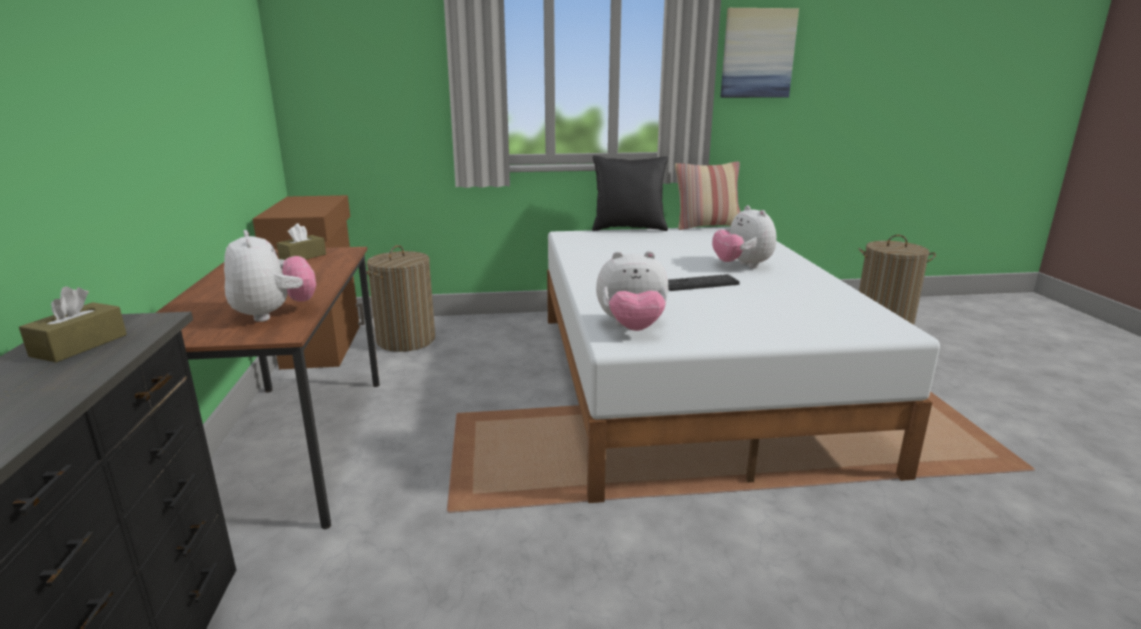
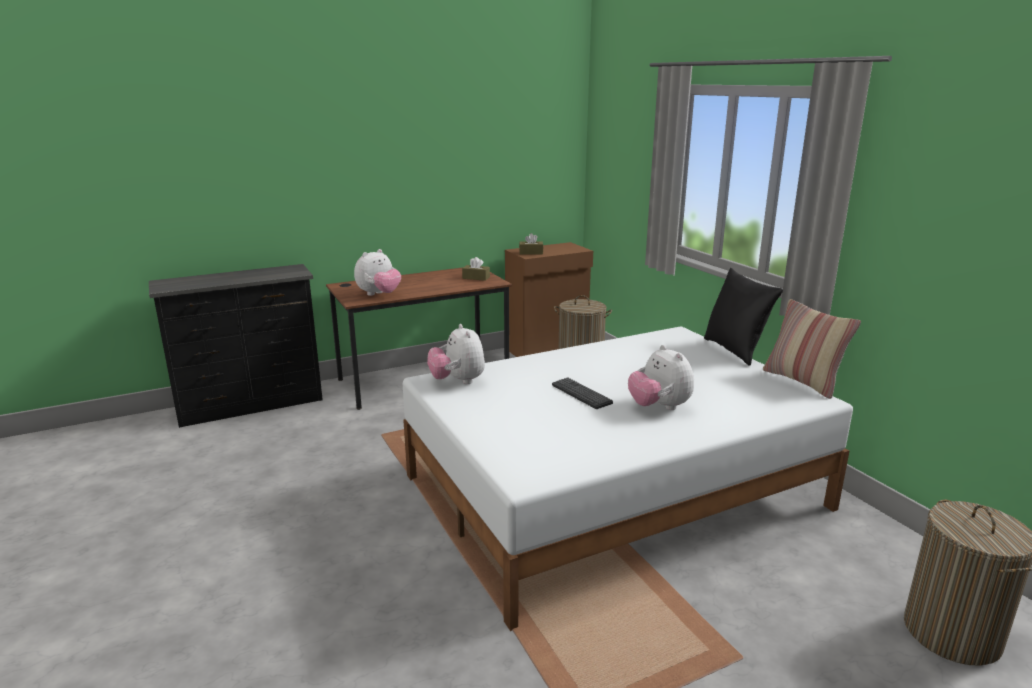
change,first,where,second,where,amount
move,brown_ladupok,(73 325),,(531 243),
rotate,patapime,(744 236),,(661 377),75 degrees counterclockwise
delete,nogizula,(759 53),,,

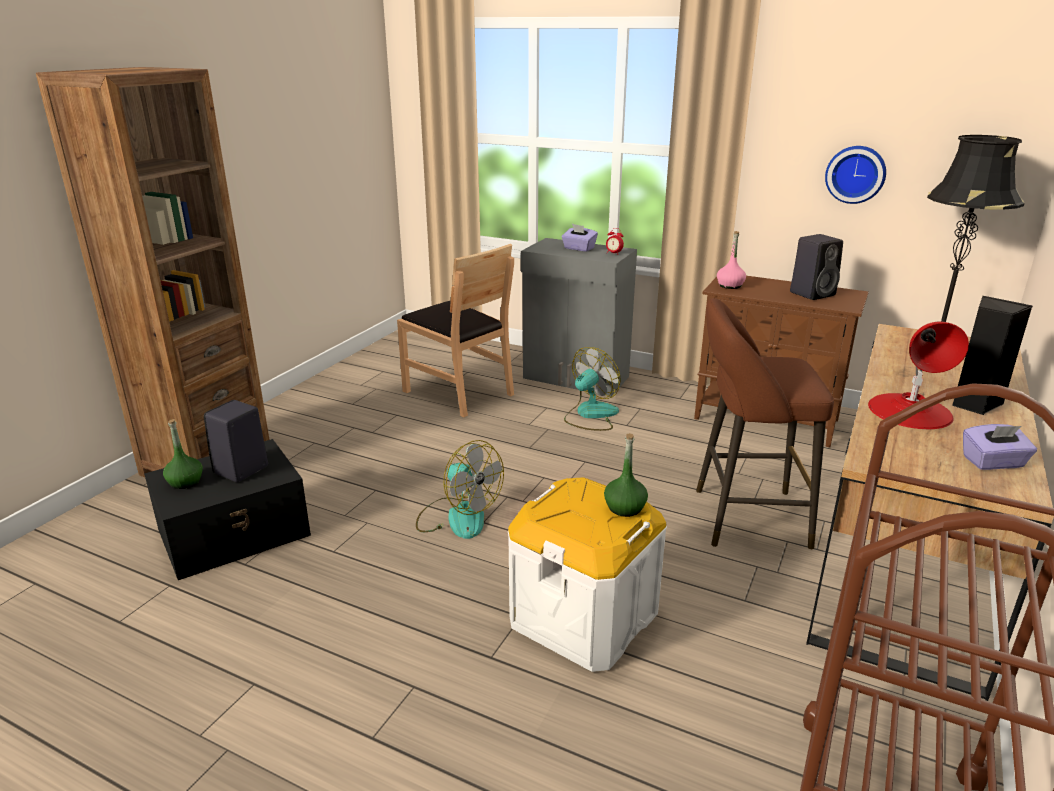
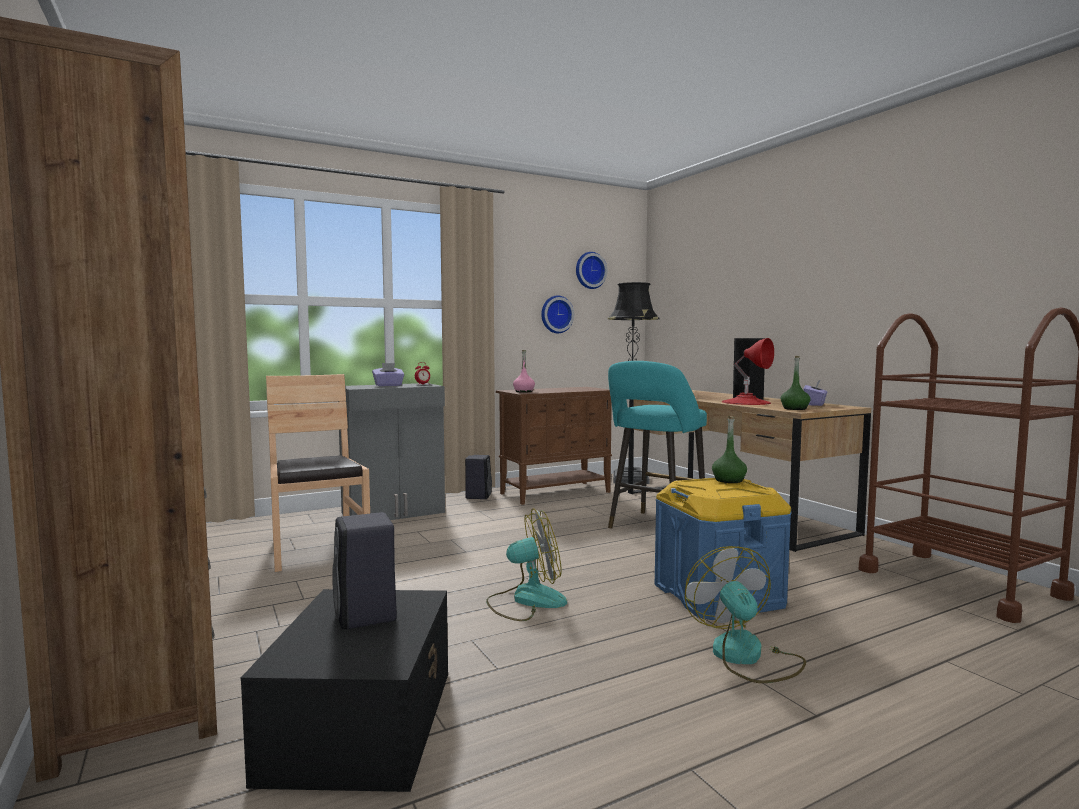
change,first,where,second,where,amount
move,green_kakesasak,(183 454),,(796 383),
rotate,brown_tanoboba,(455 330),,(318 473),105 degrees counterclockwise
recolor,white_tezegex,(587 574),blue_tezegex,(723 549),
move,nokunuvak,(592 389),,(745 614),
recolor,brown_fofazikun,(765 423),turquoise_fofazikun,(657 444),
move,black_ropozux,(816 267),,(478 477),
insert,,,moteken,(591 270),

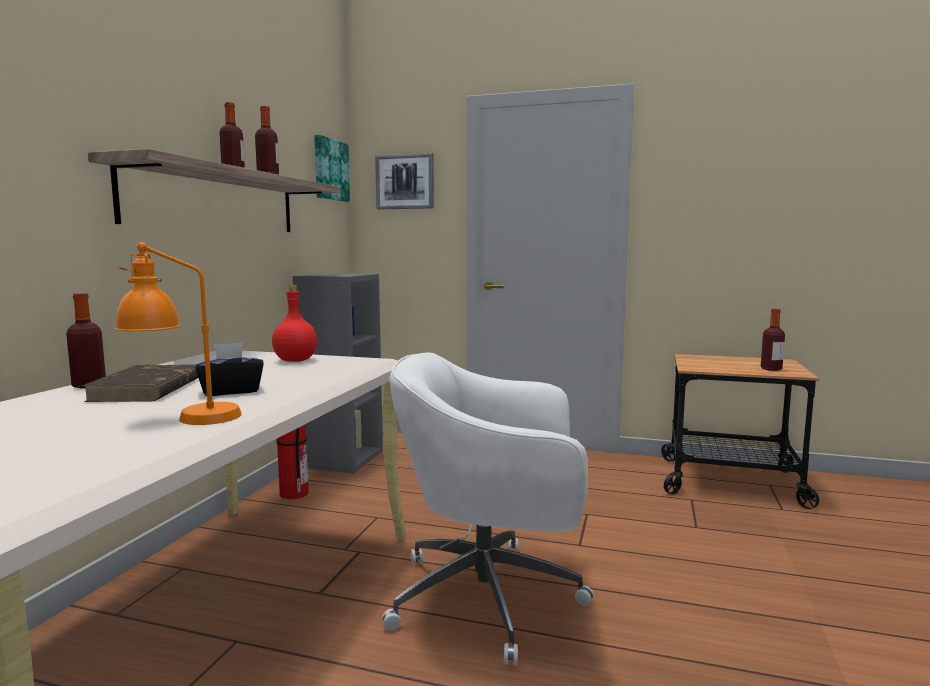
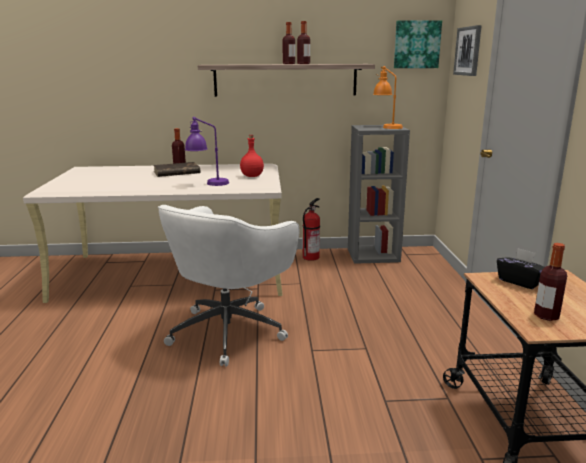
change,first,where,second,where,amount
move,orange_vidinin,(178 333),,(388 97),
move,black_ladupok,(229 369),,(520 268),
rotate,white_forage,(488 508),,(228 285),135 degrees counterclockwise
insert,,,purple_vidinin,(207 151),

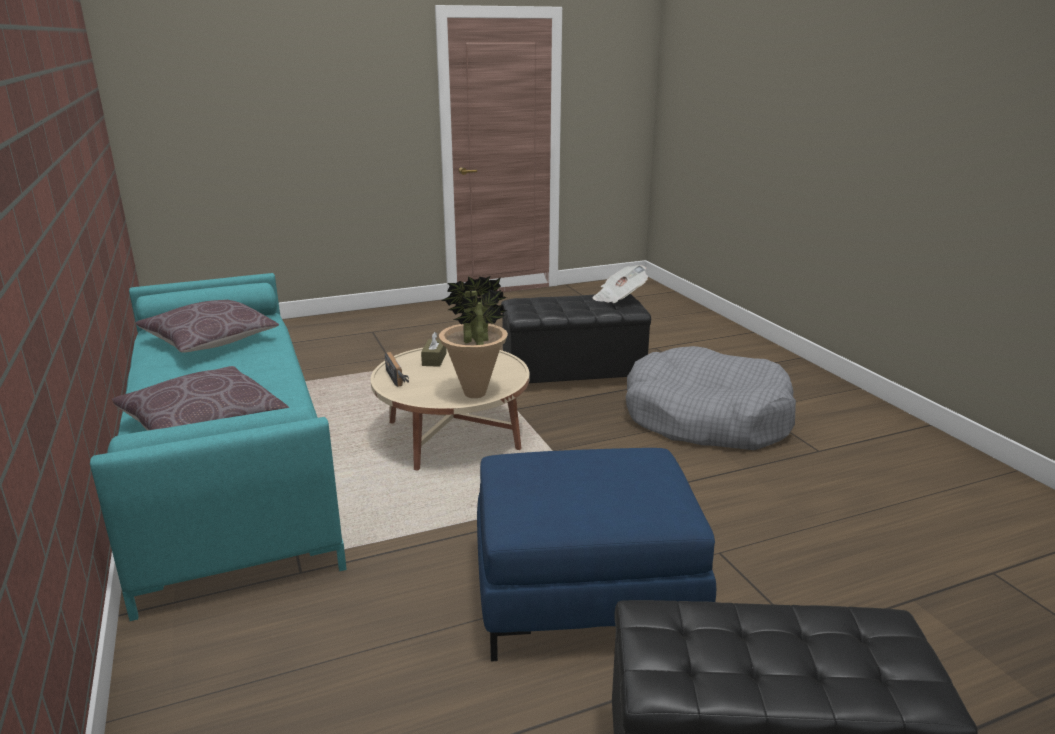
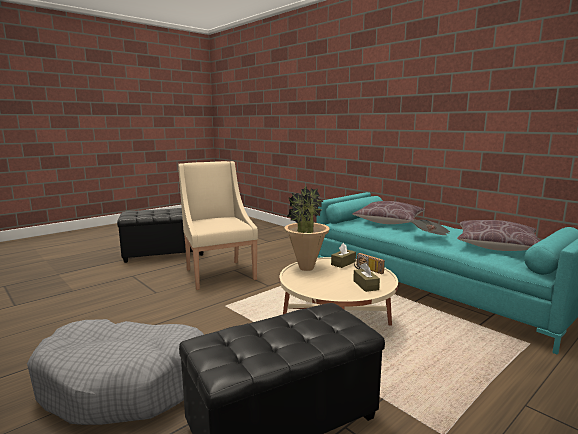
change,first,where,second,where,amount
replace,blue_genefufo,(596 555),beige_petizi,(218 225),
move,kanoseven,(620 284),,(430 227),
insert,,,brown_ladupok,(343 255),

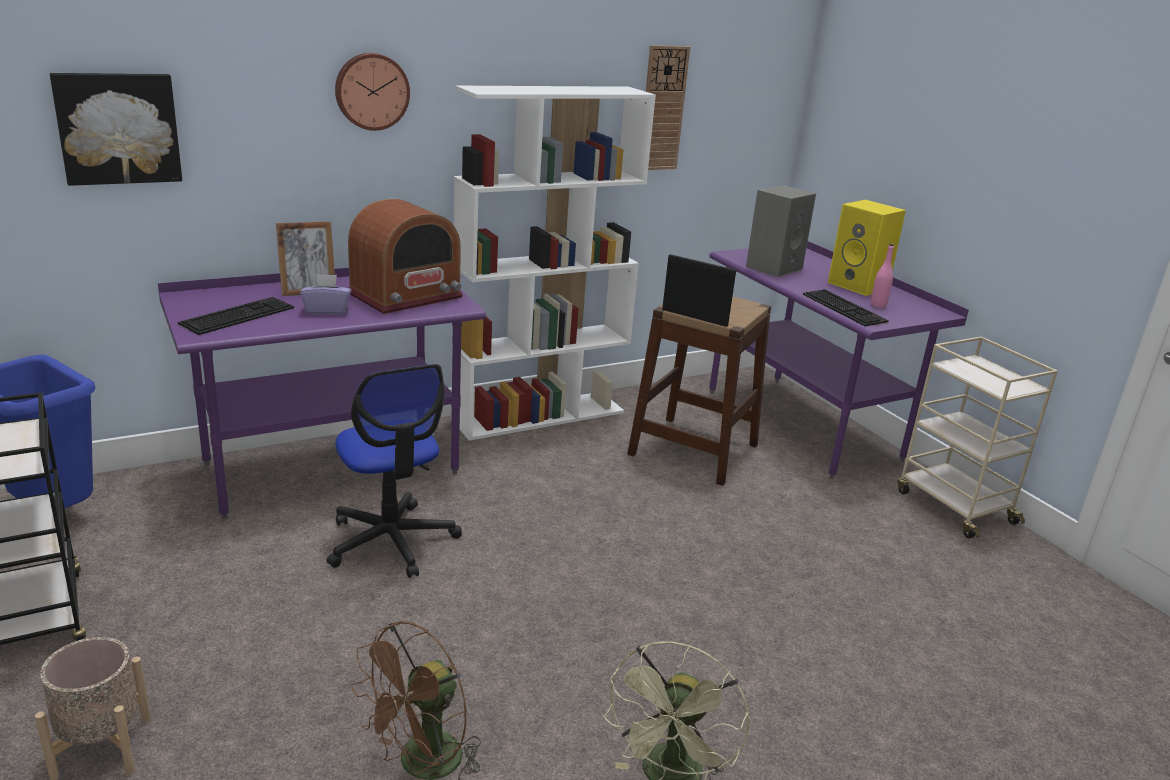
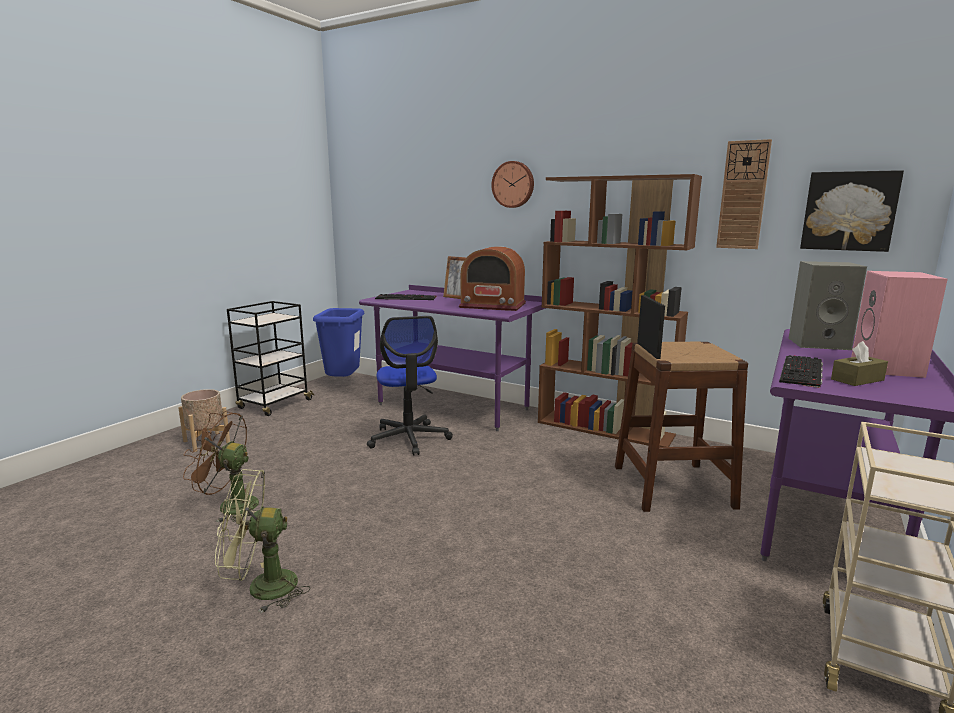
change,first,where,second,where,amount
move,nogizula,(116 129),,(852 211),
delete,purple_ladupok,(326 294),,,
rotate,forage,(394 471),,(410 386),45 degrees counterclockwise
recolor,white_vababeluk,(553 263),brown_vababeluk,(620 310),
recolor,yellow_ropozux,(867 248),pink_ropozux,(899 324),
replace,pink_kakesasak,(882 276),brown_ladupok,(859 363),

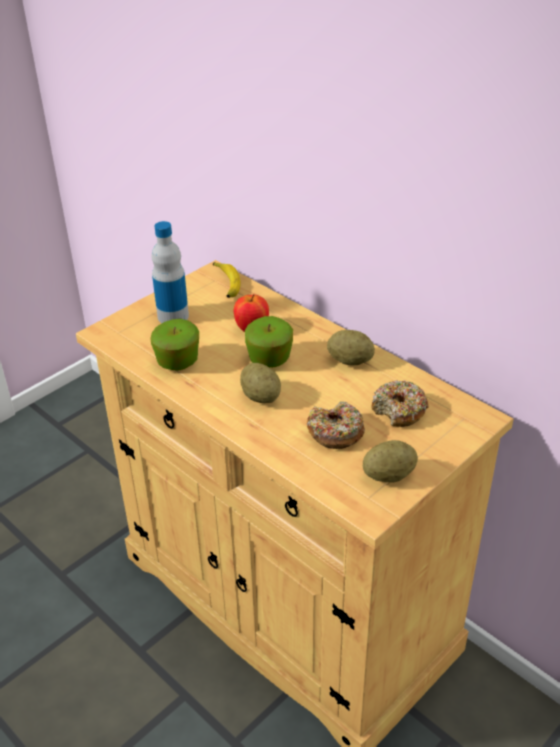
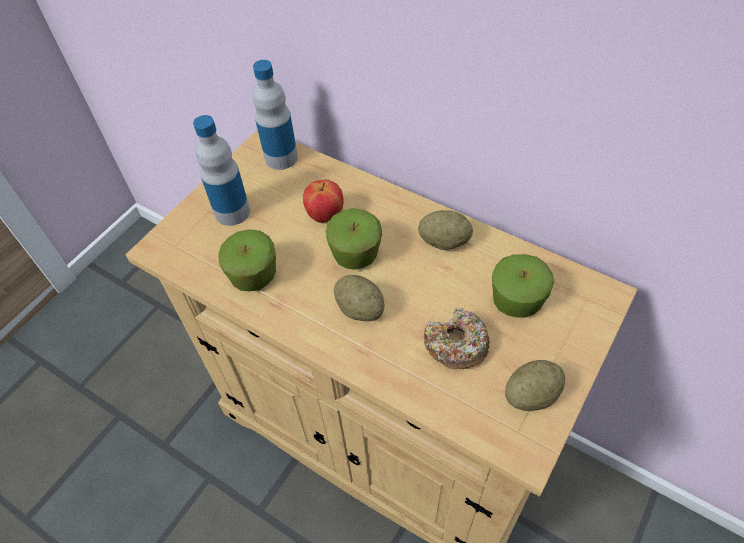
change,first,where,second,where,amount
replace,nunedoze,(226 280),kakesasak,(275 115),
replace,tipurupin,(400 403),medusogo,(523 285),

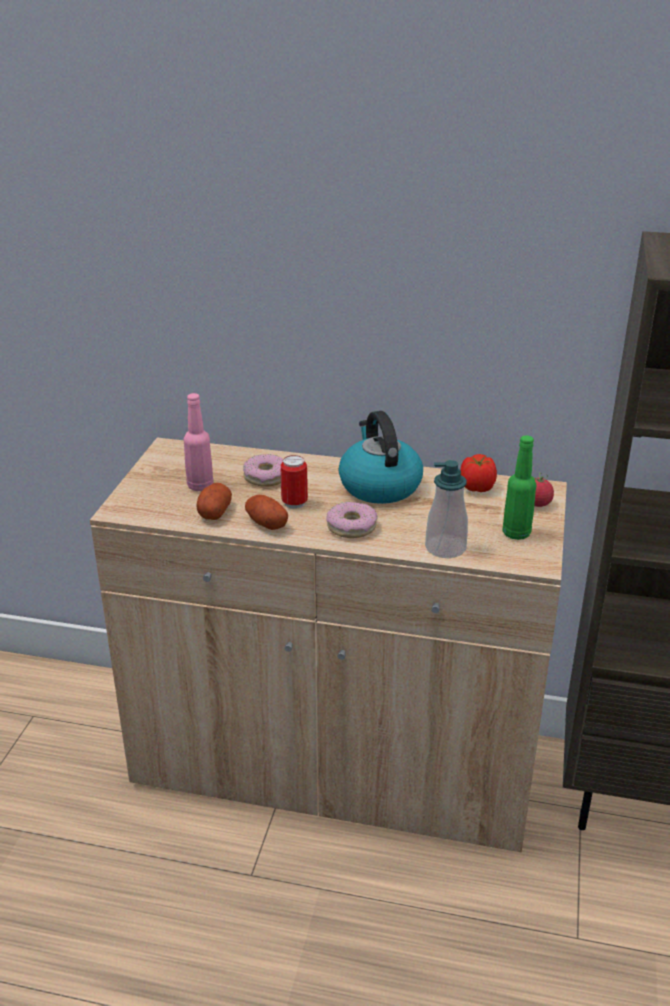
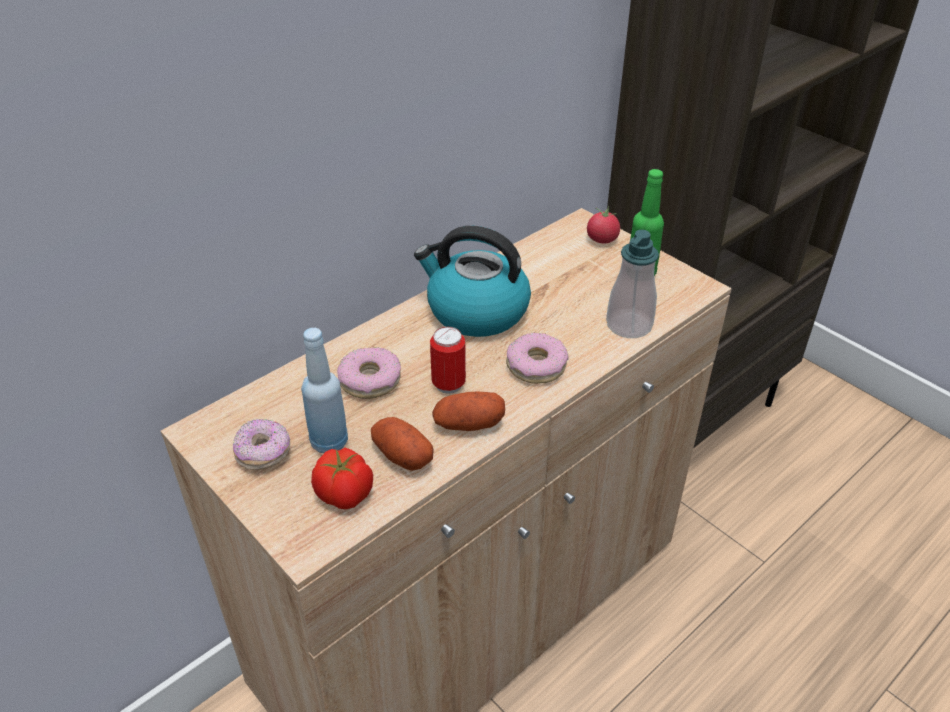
change,first,where,second,where,amount
recolor,pink_kakesasak,(198 442),blue_kakesasak,(324 390),
move,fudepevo,(478 473),,(342 478),
insert,,,tipurupin,(261 444),

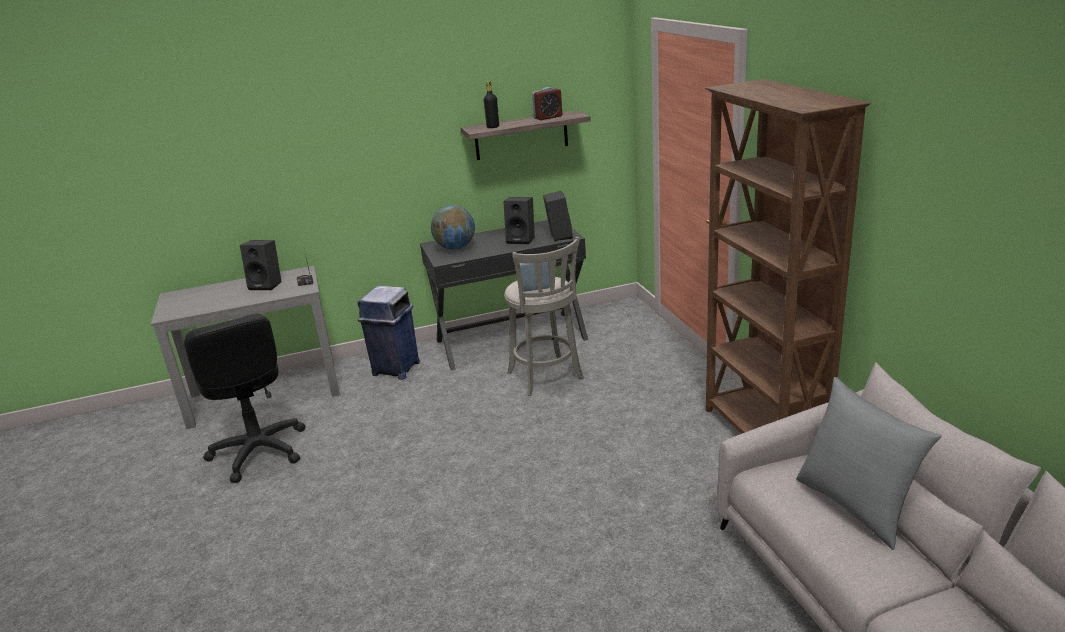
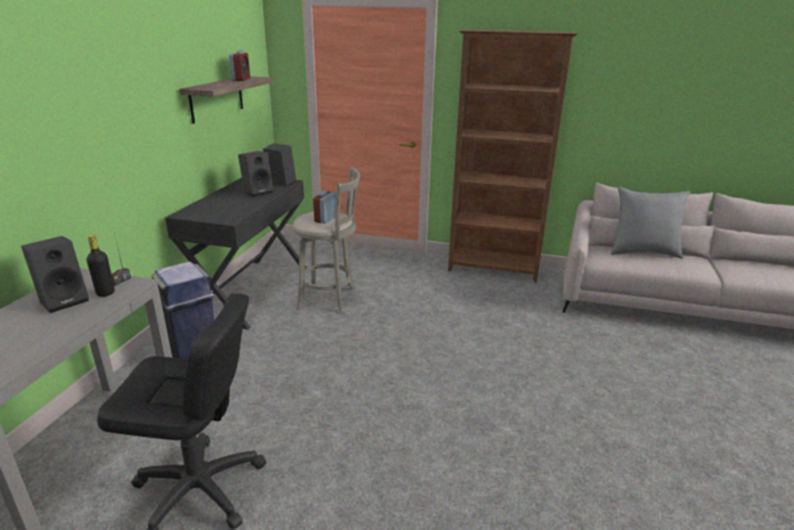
change,first,where,second,where,amount
delete,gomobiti,(453 227),,,
move,black_kakesasak,(491 104),,(101 266),

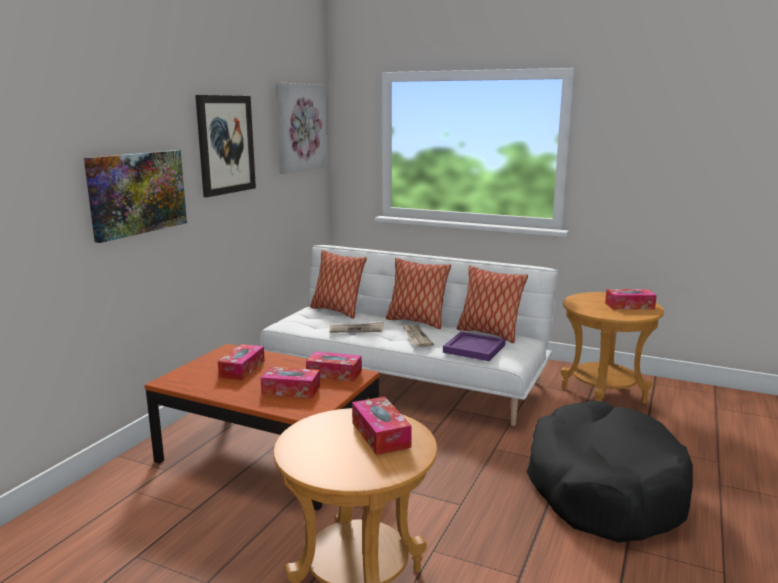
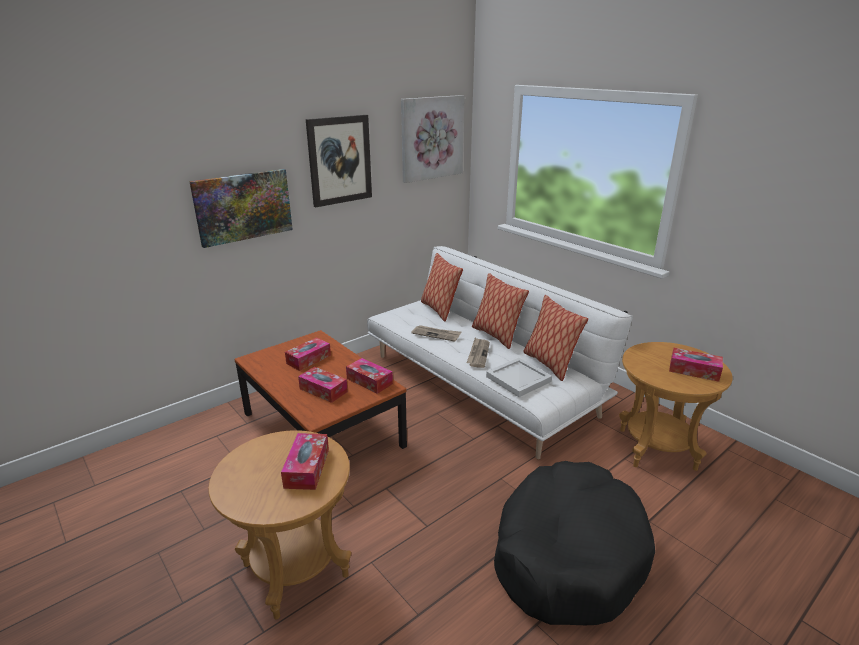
change,first,where,second,where,amount
recolor,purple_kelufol,(474 346),white_kelufol,(519 377),

